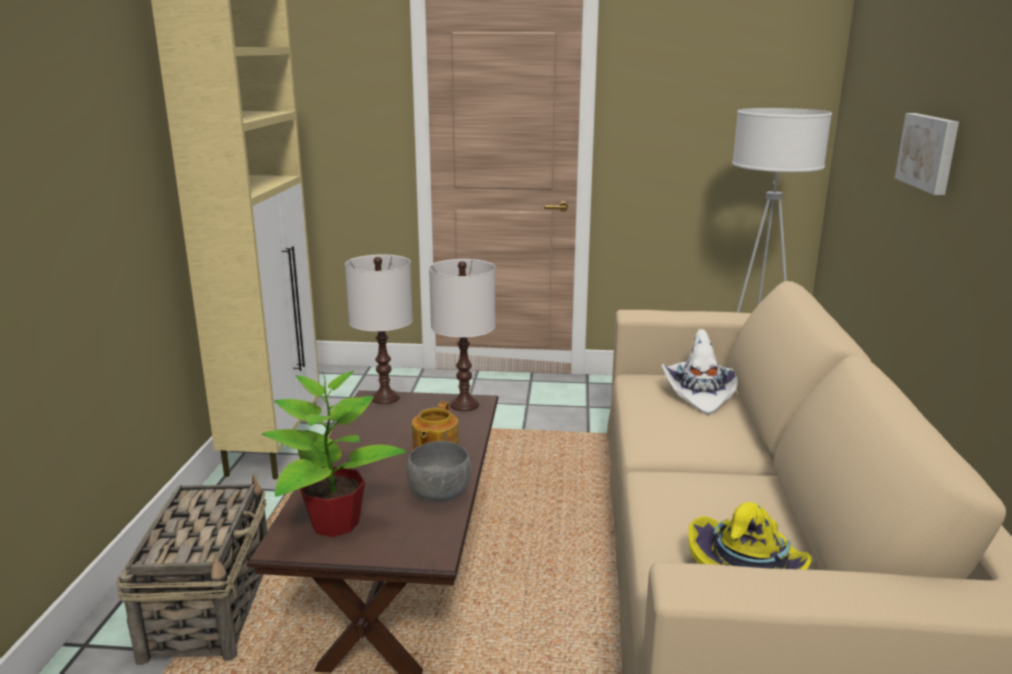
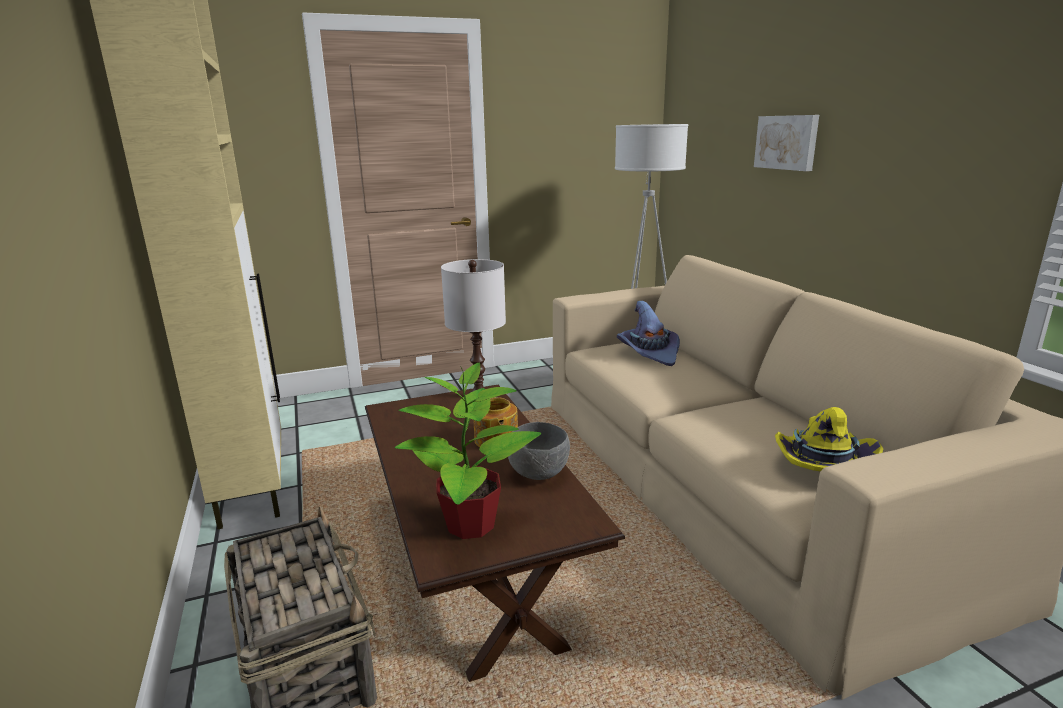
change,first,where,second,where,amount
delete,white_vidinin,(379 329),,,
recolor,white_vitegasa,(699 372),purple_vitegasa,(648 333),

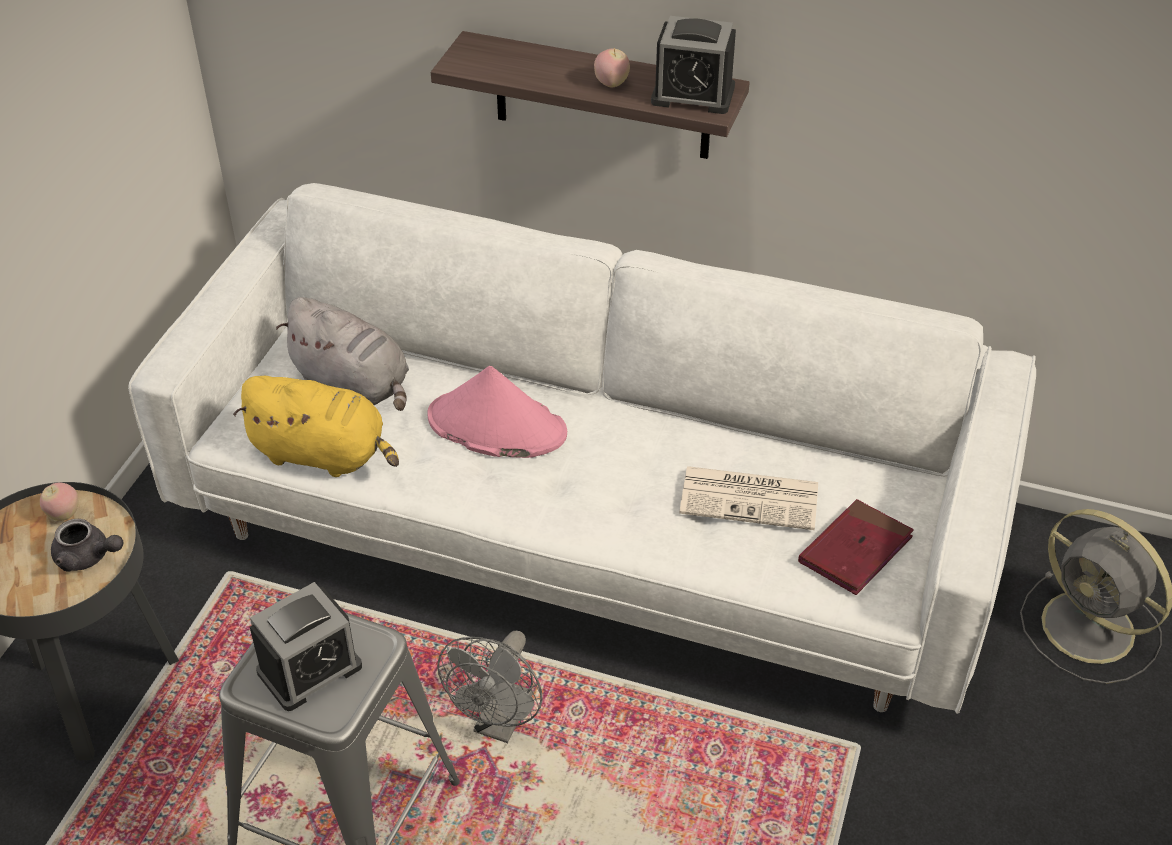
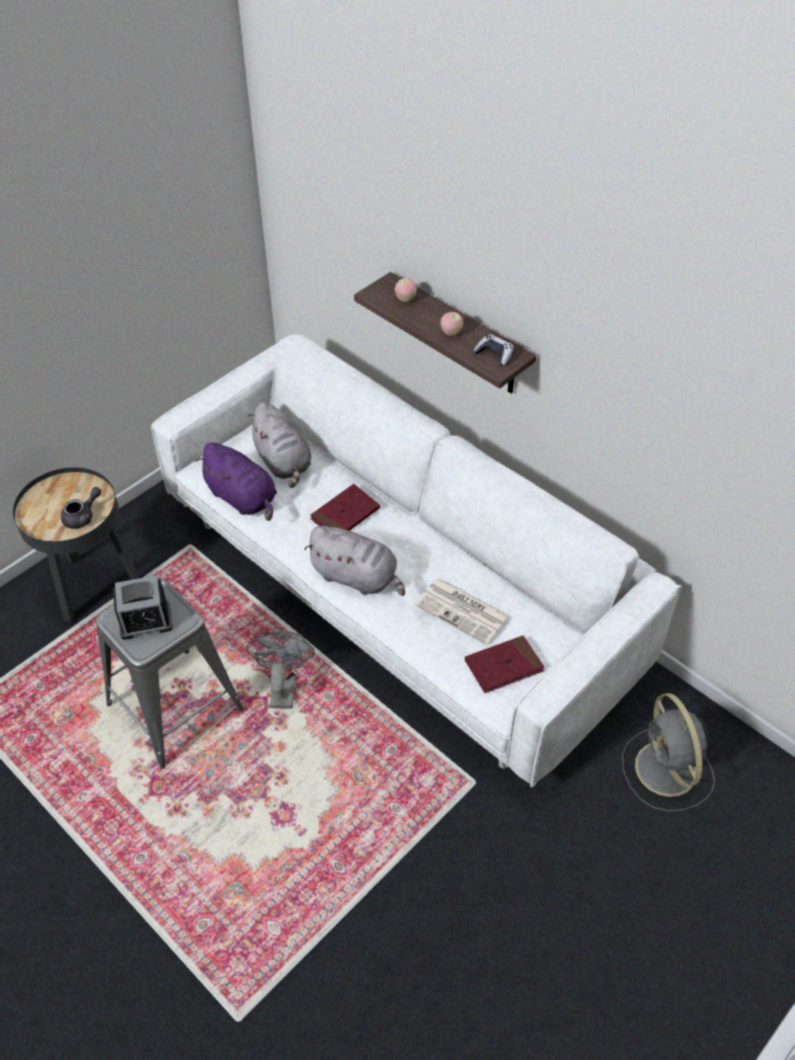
change,first,where,second,where,amount
move,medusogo,(59 502),,(406 290),
rotate,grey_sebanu,(87 545),,(81 508),90 degrees counterclockwise
recolor,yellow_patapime,(316 426),purple_patapime,(236 481),
replace,pink_vitegasa,(497 412),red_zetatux,(345 507),
rotate,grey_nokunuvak,(490 687),,(280 669),135 degrees clockwise
replace,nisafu,(693 65),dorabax,(493 350),
insert,,,grey_patapime,(354 561),

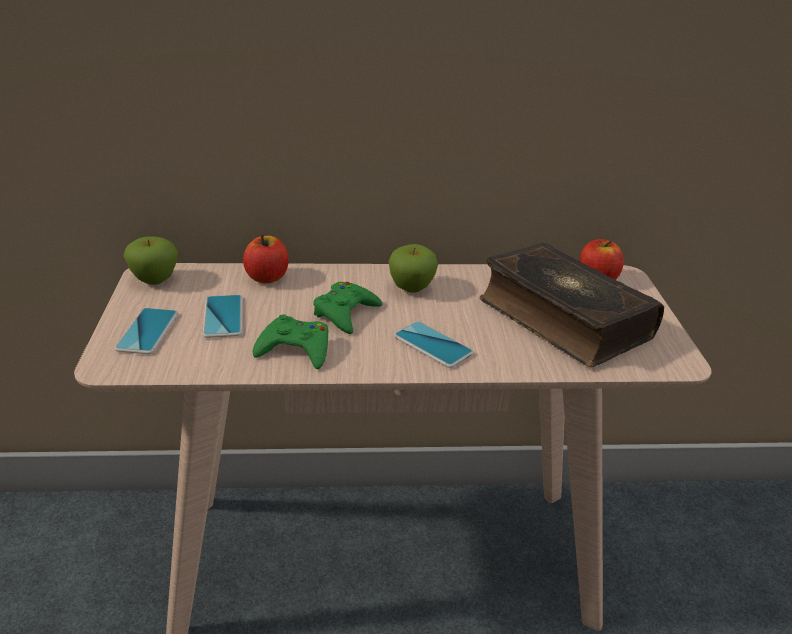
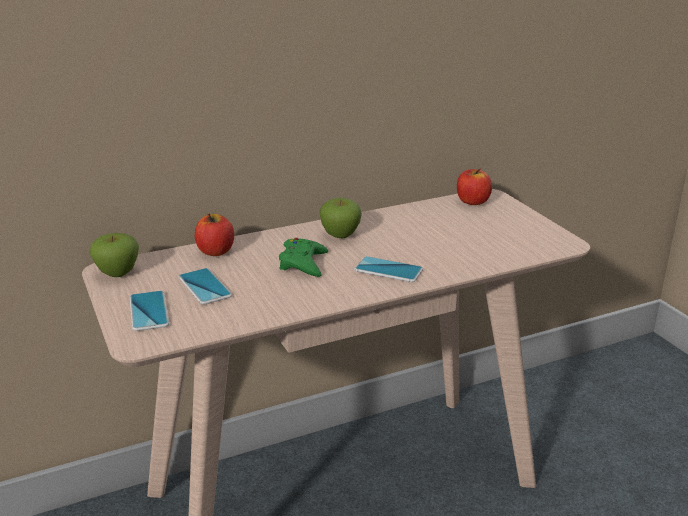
change,first,where,second,where,amount
delete,green_dorabax,(290 341),,,
delete,zetatux,(572 304),,,

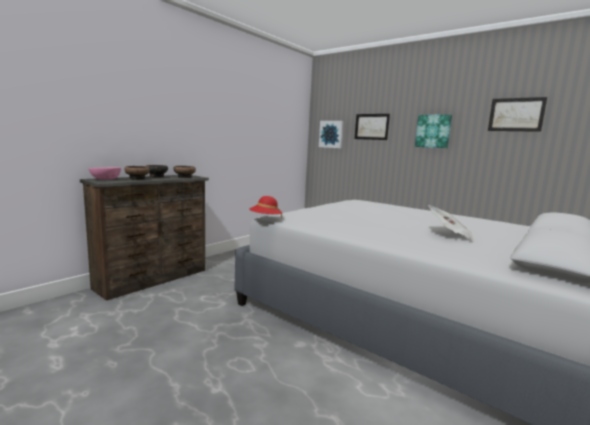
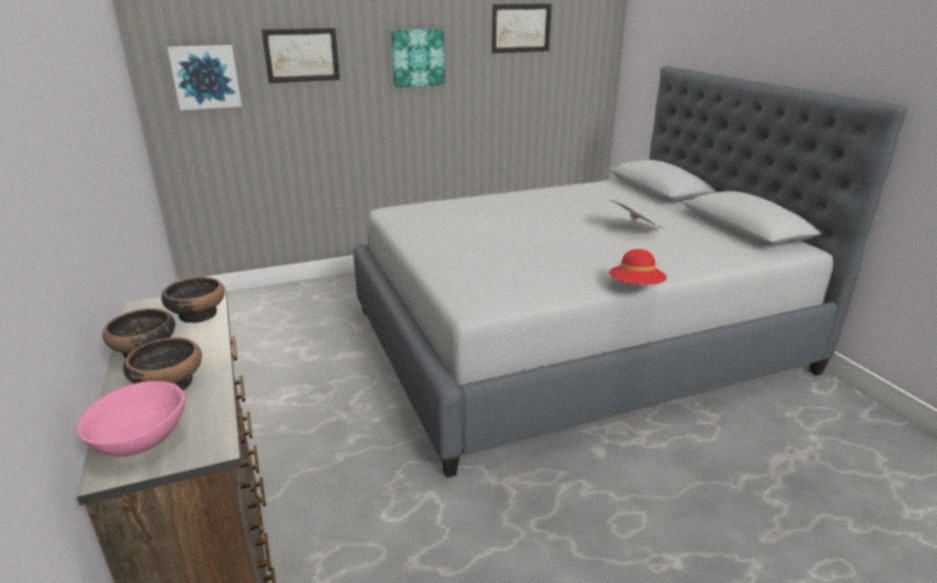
change,first,where,second,where,amount
move,red_vitegasa,(266 207),,(638 267),

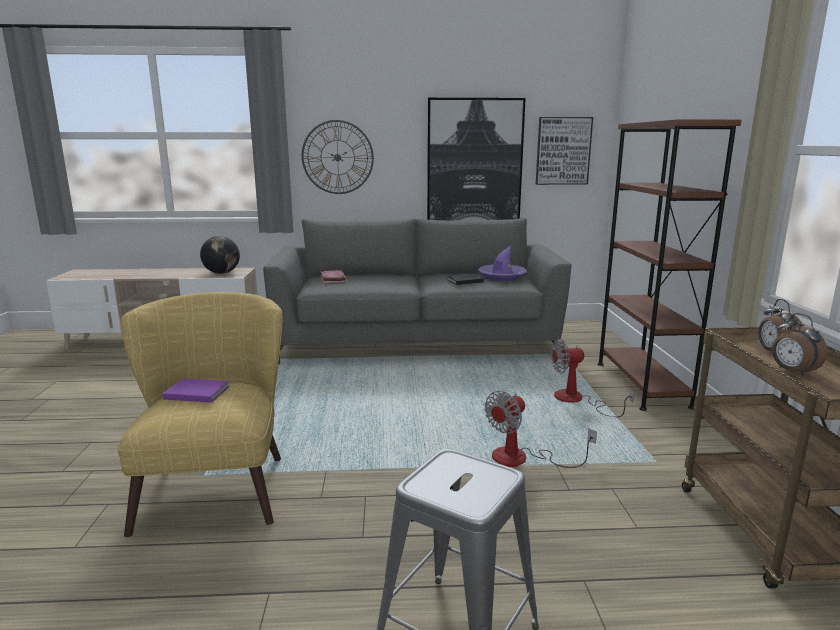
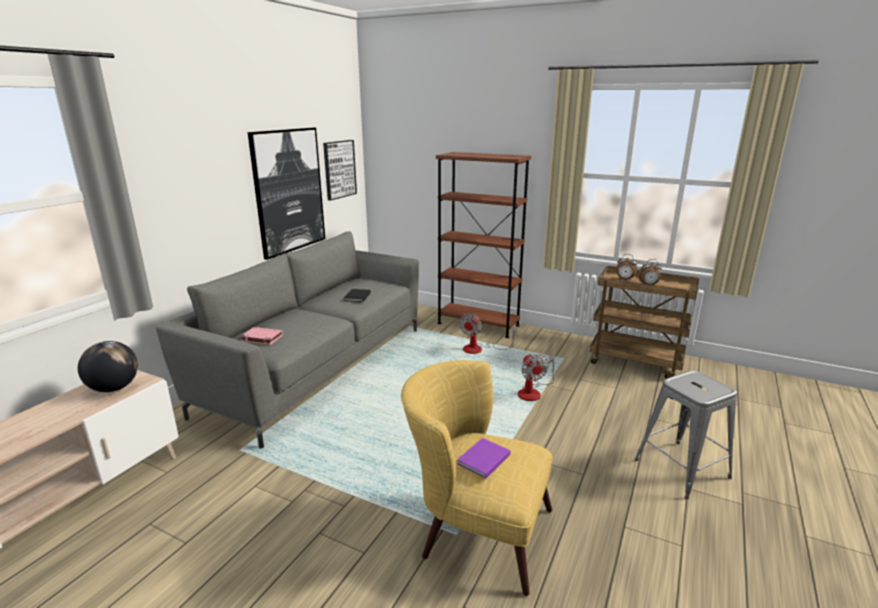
change,first,where,second,where,amount
delete,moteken,(338 157),,,
delete,purple_vitegasa,(502 263),,,

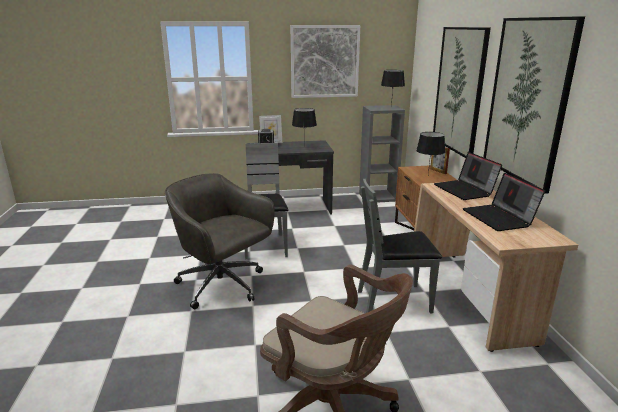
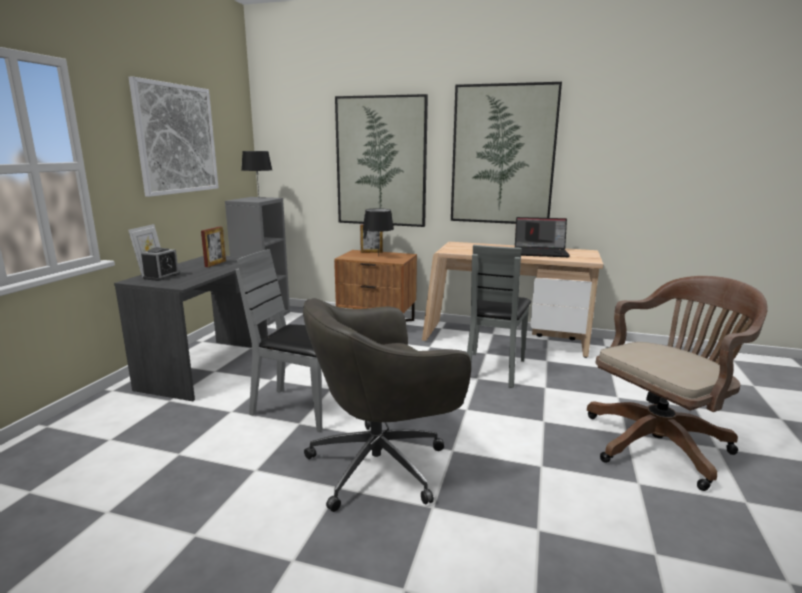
change,first,where,second,where,amount
replace,black_vidinin,(304 127),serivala,(213 247),
delete,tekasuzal,(468 176),,,

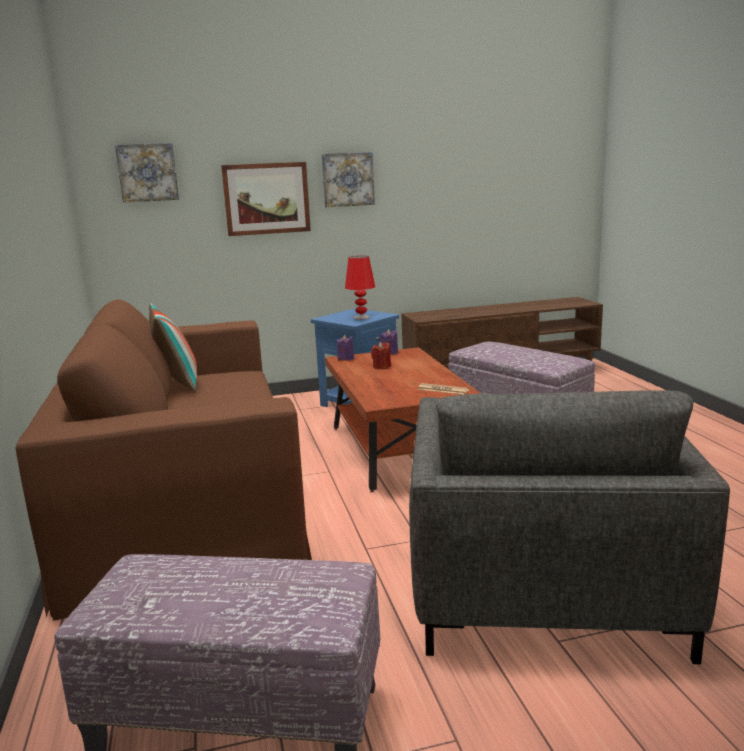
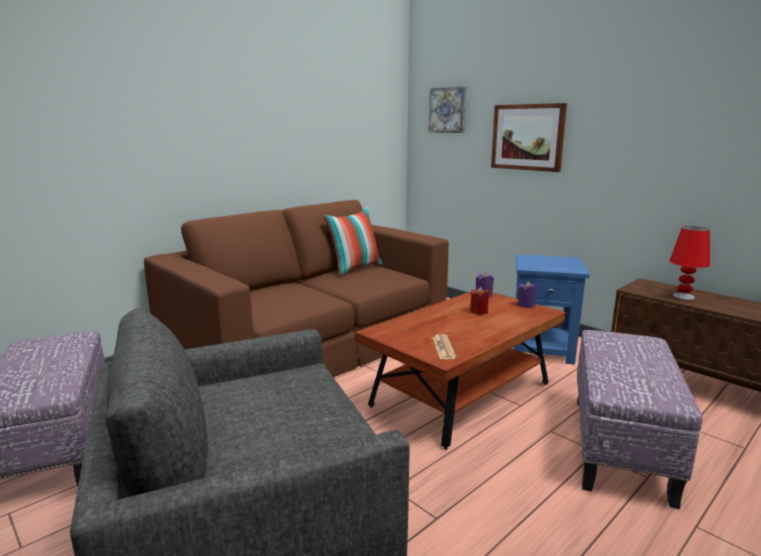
change,first,where,second,where,amount
delete,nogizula,(348 179),,,
move,red_vidinin,(360 288),,(690 263),

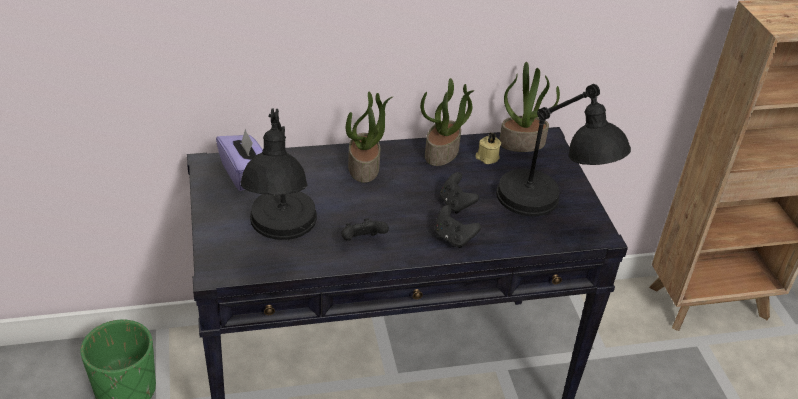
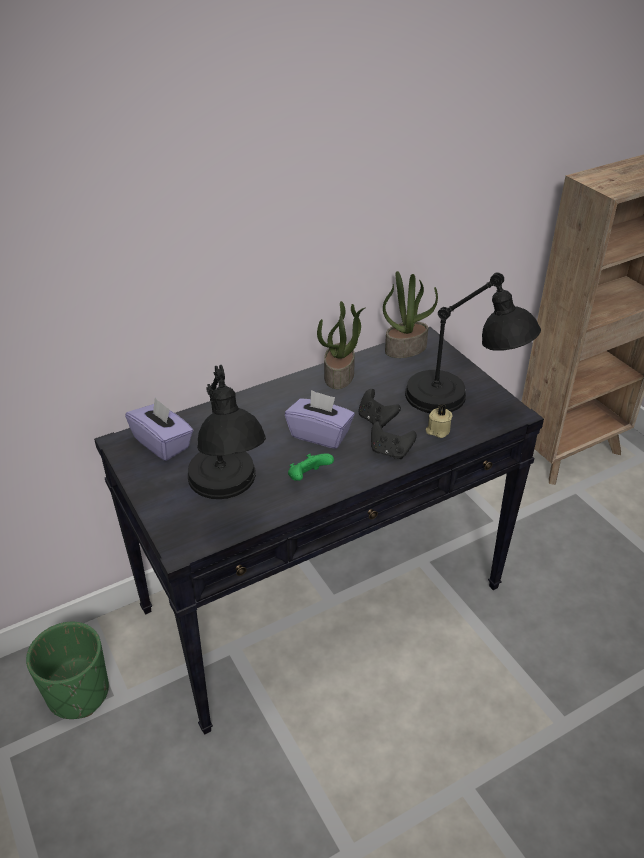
change,first,where,second,where,amount
recolor,black_dorabax,(365 229),green_dorabax,(311 467),
delete,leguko,(370 137),,,
move,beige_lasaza,(488 148),,(439 421),
insert,,,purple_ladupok,(320 419),

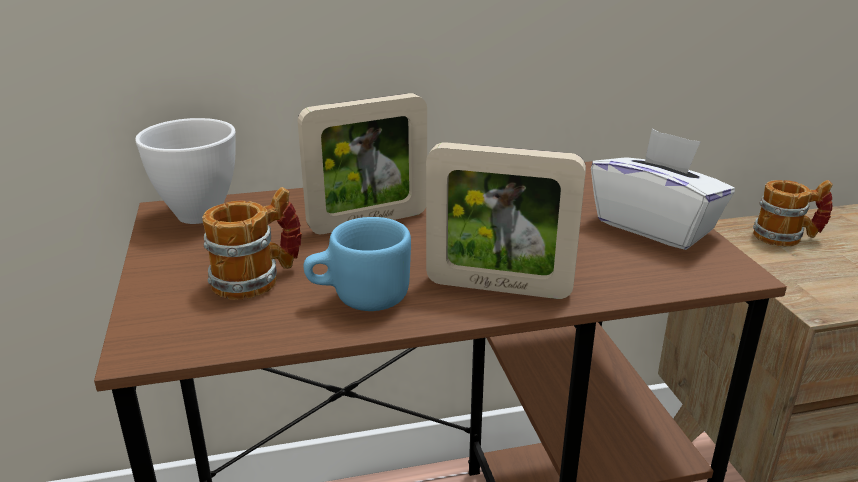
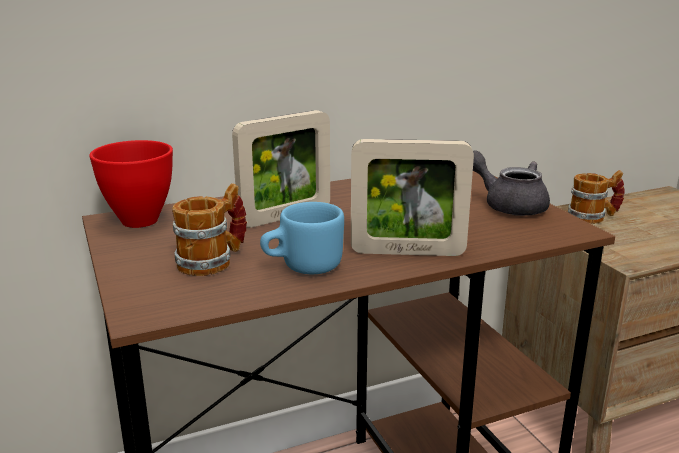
change,first,where,second,where,amount
recolor,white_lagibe,(185 171),red_lagibe,(131 184),
replace,white_ladupok,(663 189),grey_sebanu,(511 183),

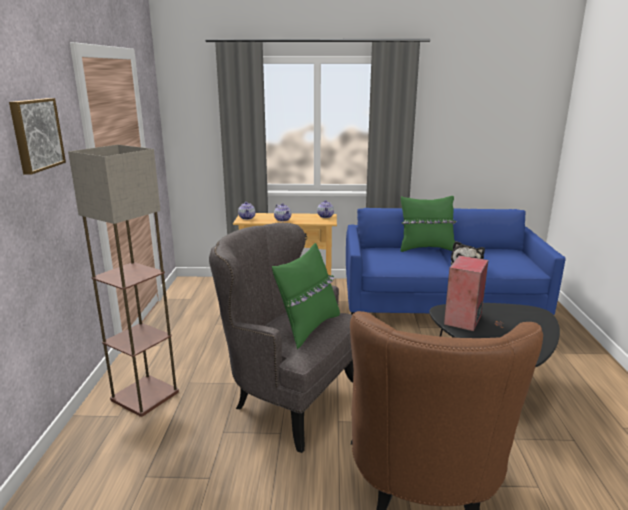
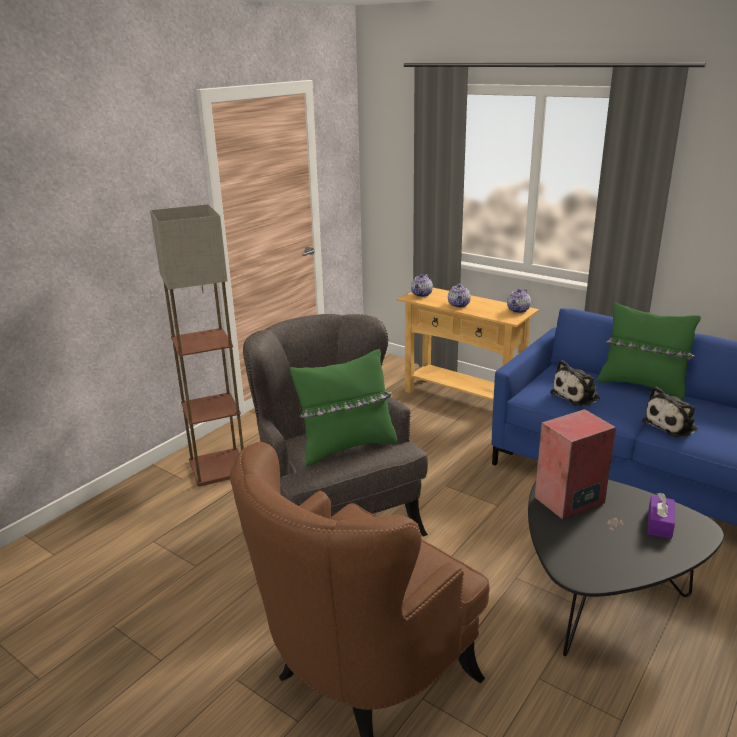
change,first,where,second,where,amount
delete,nogizula,(37 136),,,
insert,,,patapime,(575 383),
insert,,,purple_ladupok,(661 516),

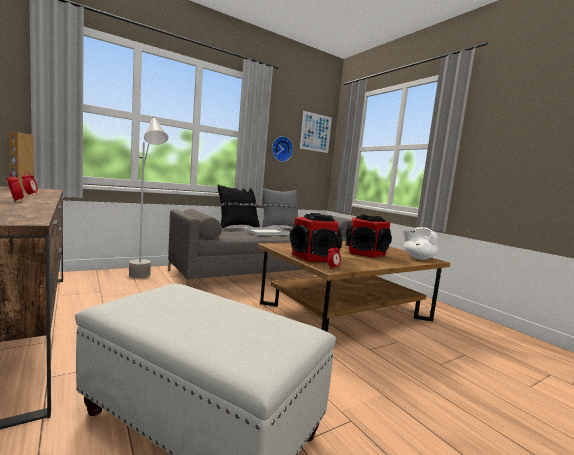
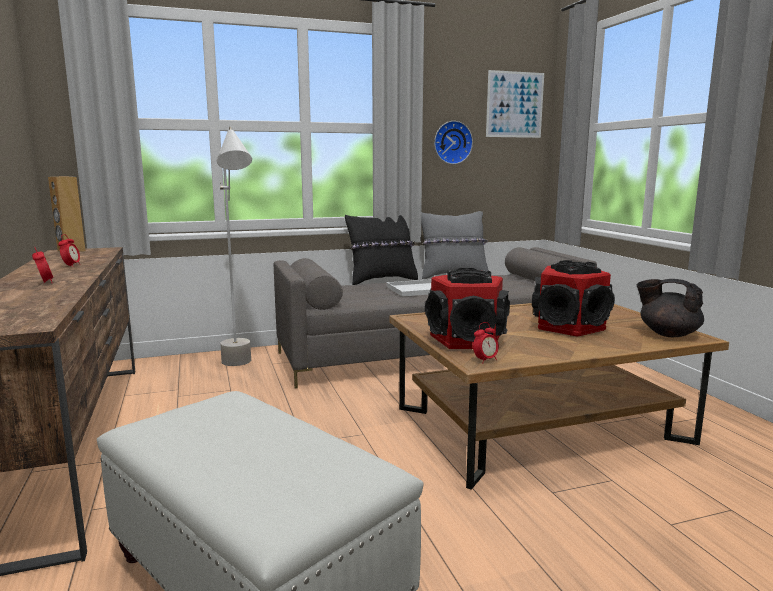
change,first,where,second,where,amount
recolor,white_sebanu,(420 243),black_sebanu,(670 308),

